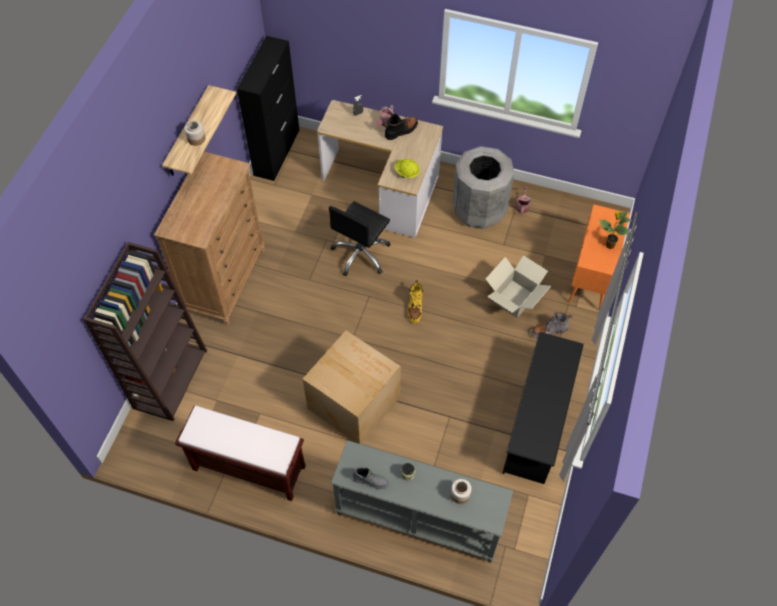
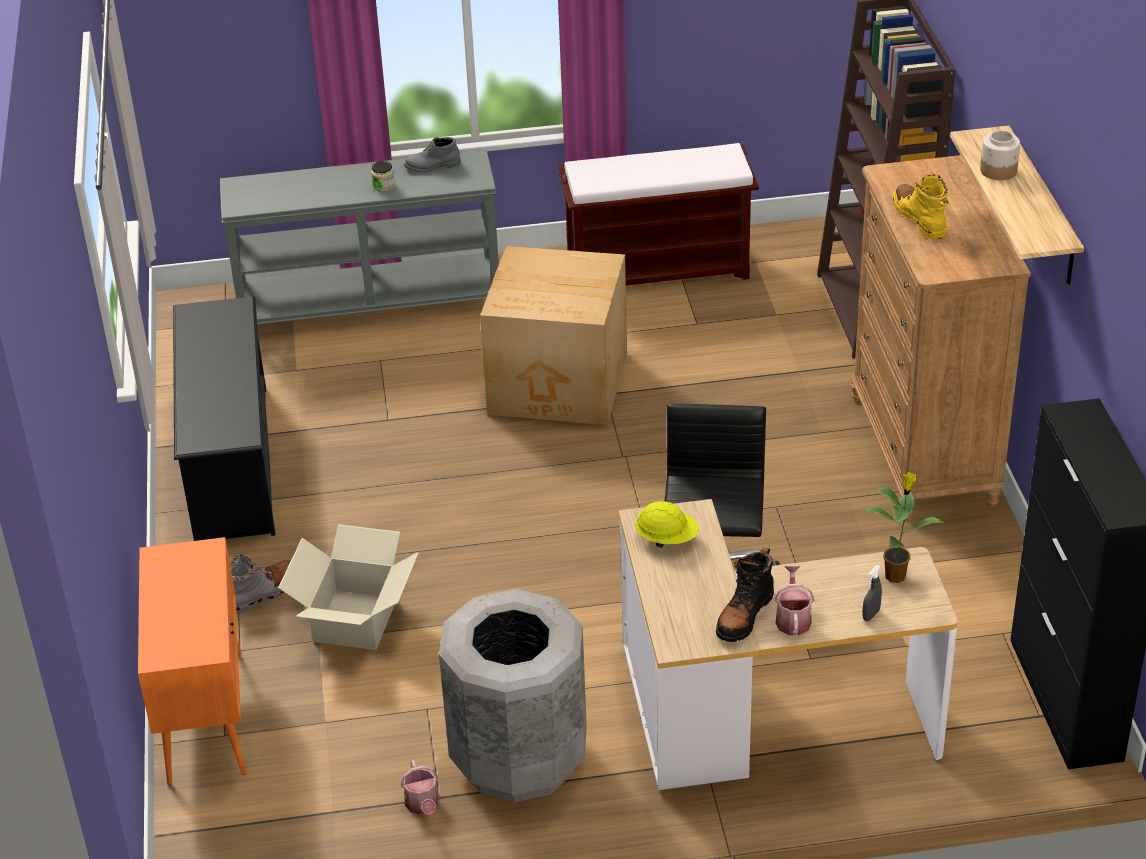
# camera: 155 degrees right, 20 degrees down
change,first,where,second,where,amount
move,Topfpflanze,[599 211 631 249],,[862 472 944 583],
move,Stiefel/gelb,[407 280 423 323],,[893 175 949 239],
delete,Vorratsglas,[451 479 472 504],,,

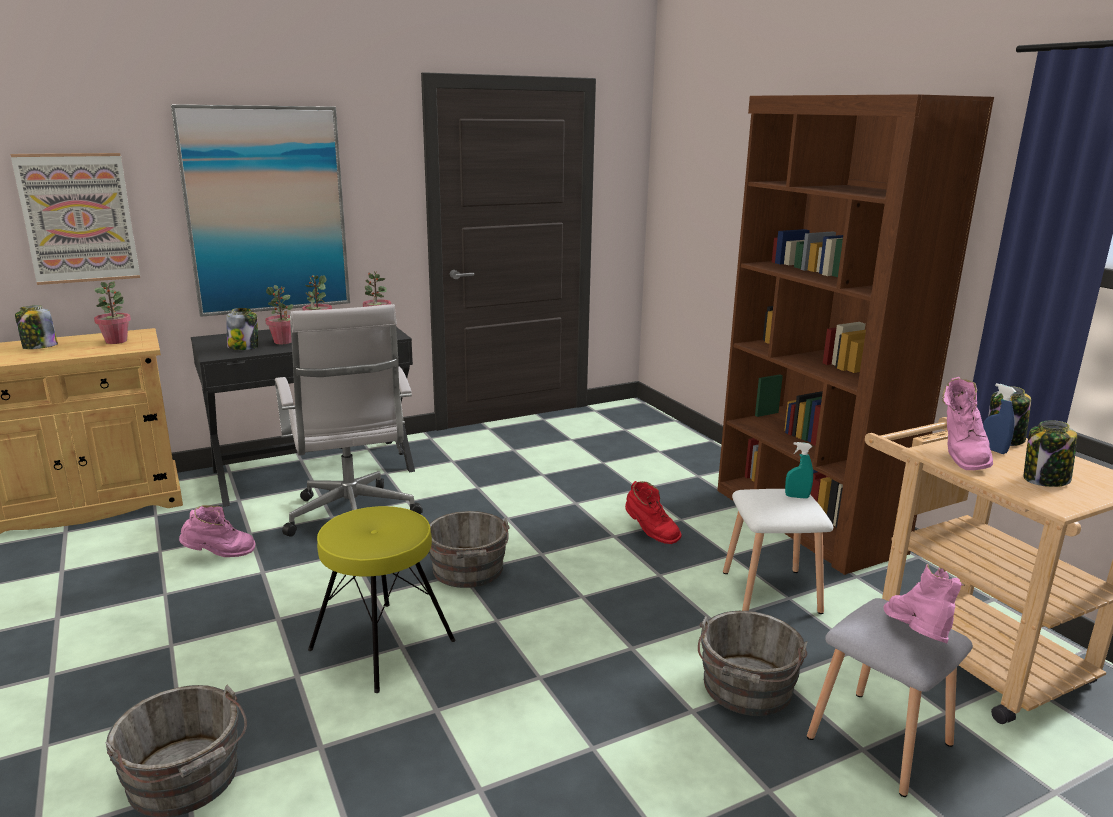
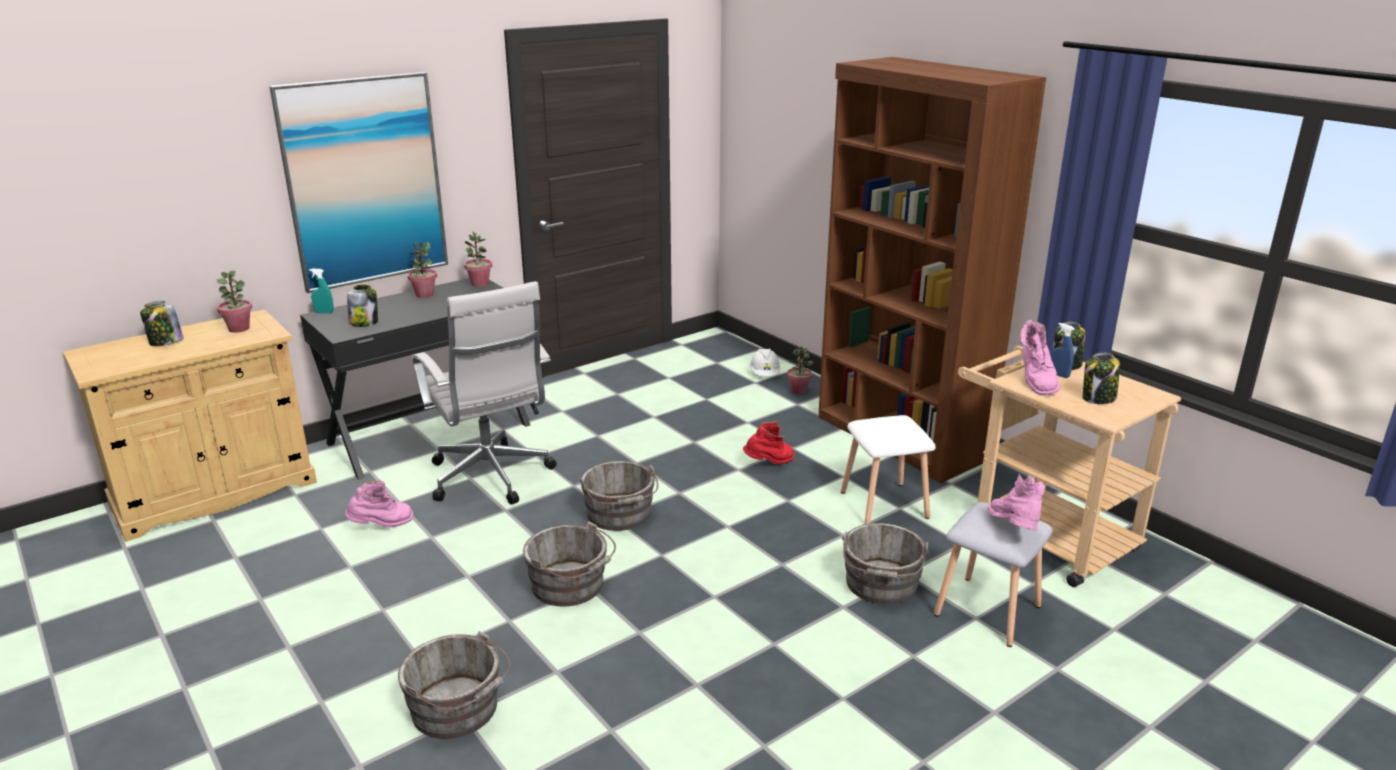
# camera: 10 degrees left, 5 degrees up
change,first,where,second,where,amount
move,Sprühflasche/türkis,[785 442 813 499],,[309 269 333 313],
replace,Hocker/gelb,[308 506 456 693],Eimer/grau,[523 521 616 607],
rotate,Stiefel/rot,[625 481 682 544],,[743 421 794 464],60 degrees counterclockwise
insert,,,Schutzhelm/weiß,[750 349 780 376],
move,Topfpflanze,[265 285 293 344],,[787 346 813 394],
delete,Bild,[10 153 140 285],,,

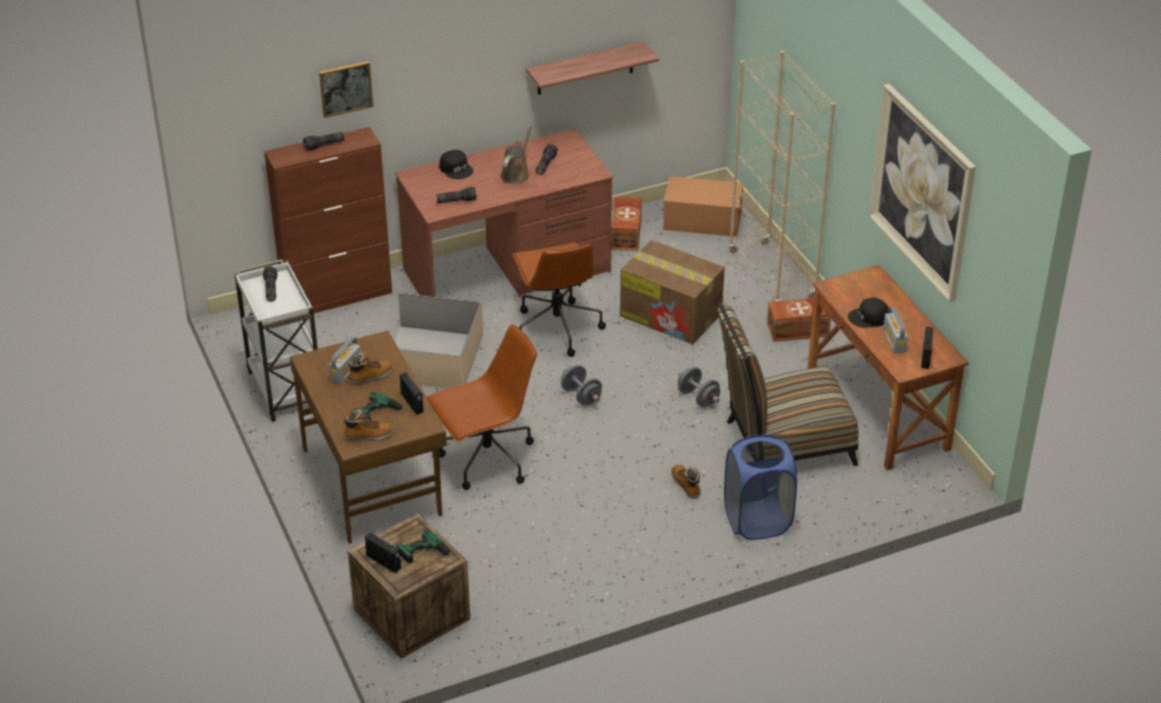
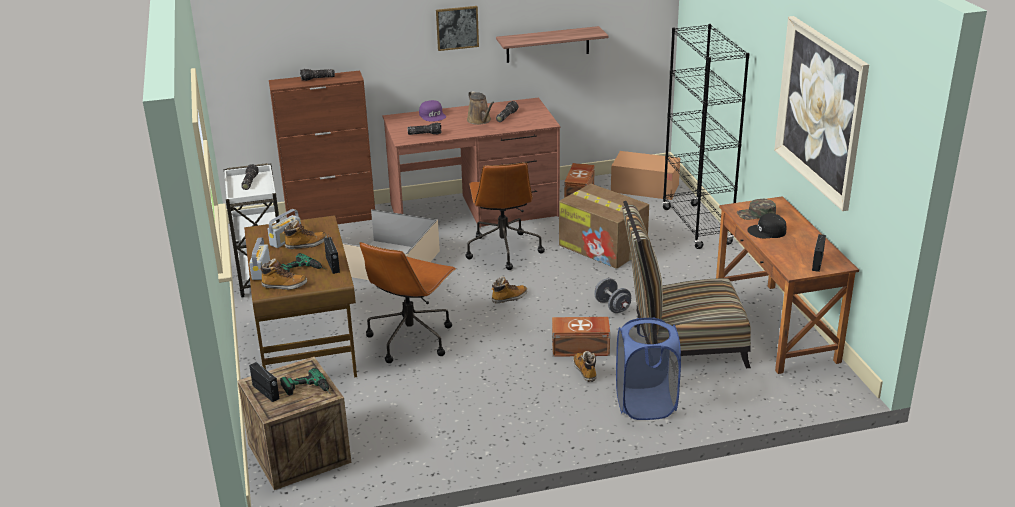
# camera: 10 degrees right, 10 degrees down
change,first,where,second,where,amount
move,Radio,[883 306 908 354],,[249 238 270 280],
rotate,Bürostuhl/braun,[427 324 537 490],,[359 242 456 363],135 degrees clockwise
recolor,Kappe/schwarz,[439 150 473 179],Kappe/lila,[419 100 446 122],
move,Bild,[319 61 373 118],,[436 6 479 51],
rotate,Gießkanne/braun,[500 123 533 184],,[467 91 494 125],120 degrees clockwise
replace,Hantel/grau,[561 365 602 405],Stiefel,[491 277 527 303],
move,Aufbewahrungsbox/braun,[767 298 831 342],,[552 317 610 357],
recolor,Bücherregal/beige,[728 51 836 301],Bücherregal/schwarz,[662 24 750 249],
insert,,,Kappe/grün,[737 198 776 220],

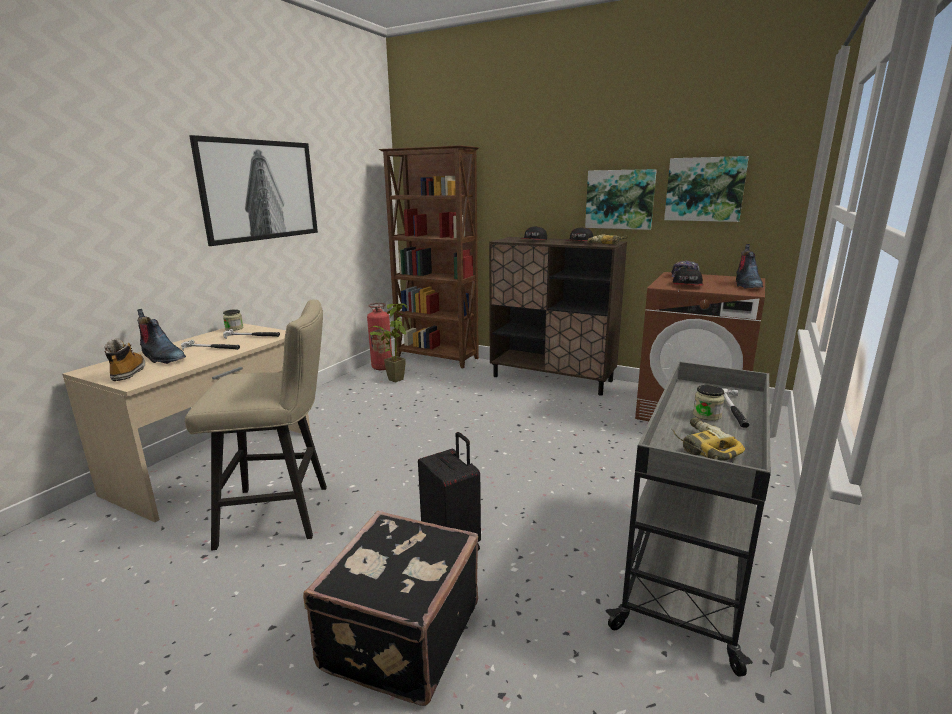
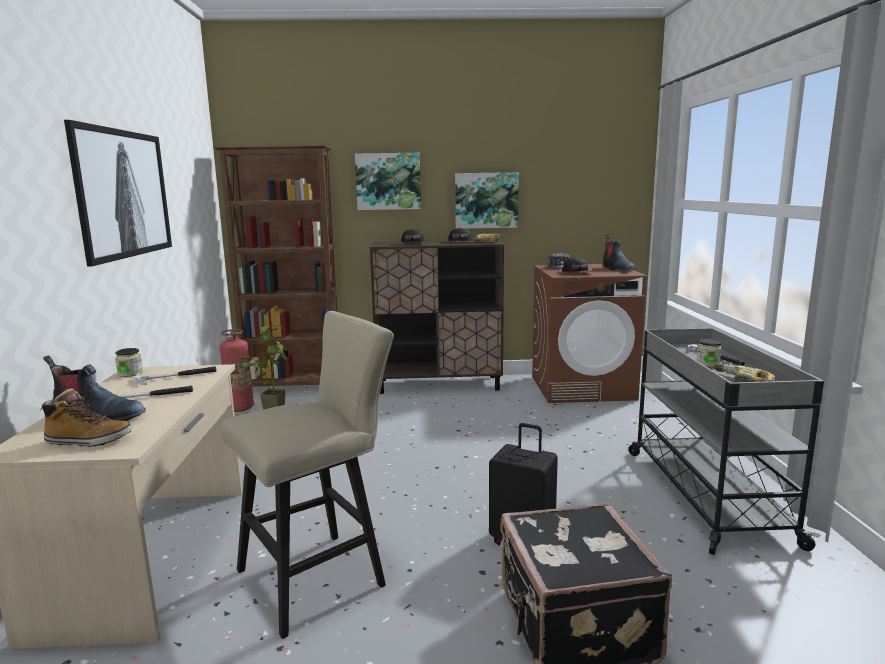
# camera: 30 degrees left, 5 degrees down
change,first,where,second,where,amount
rotate,Stiefel,[105 338 145 381],,[40 388 132 447],135 degrees clockwise
move,Bild,[664 156 749 222],,[355 153 421 210],

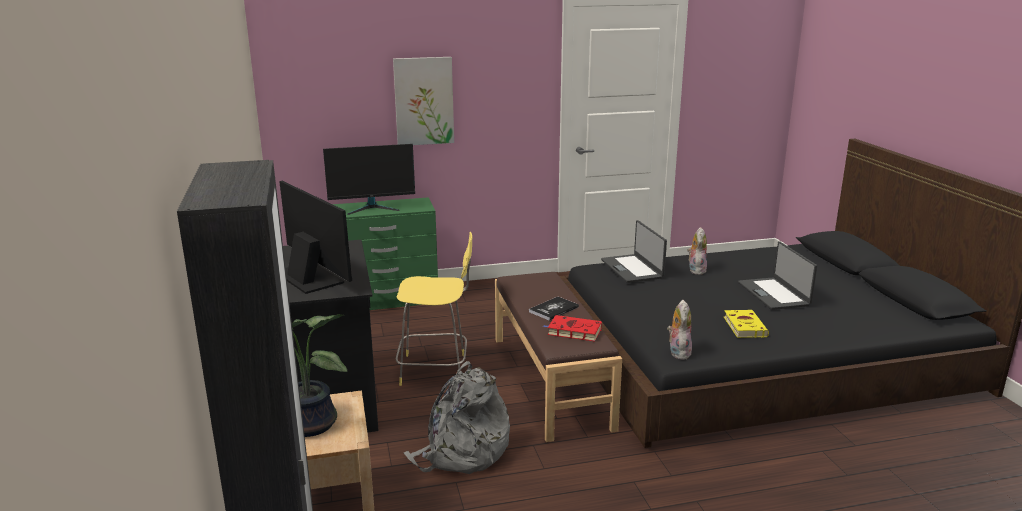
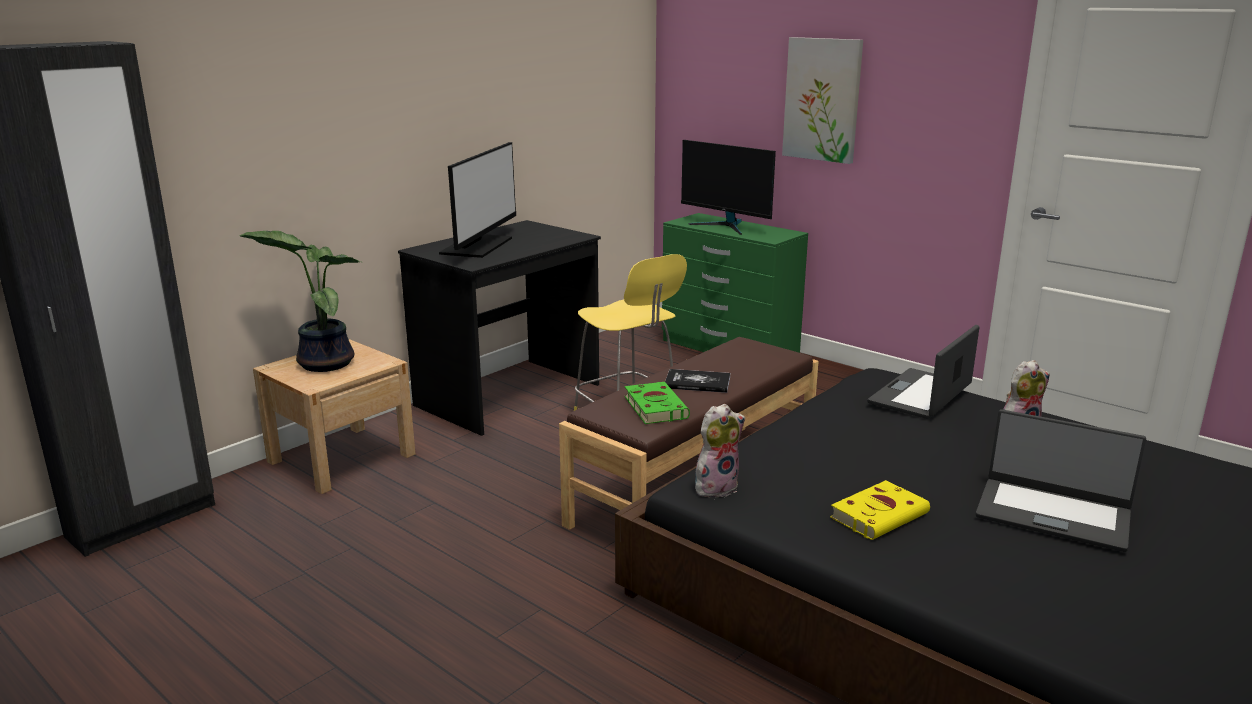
# camera: 55 degrees right, 0 degrees up
change,first,where,second,where,amount
recolor,Buch/rot,[543 315 602 342],Buch/grün,[625 382 690 424],
rotate,Laptop,[738 241 817 310],,[975 409 1146 552],105 degrees counterclockwise
delete,Rucksack/grau,[404 361 510 474],,,

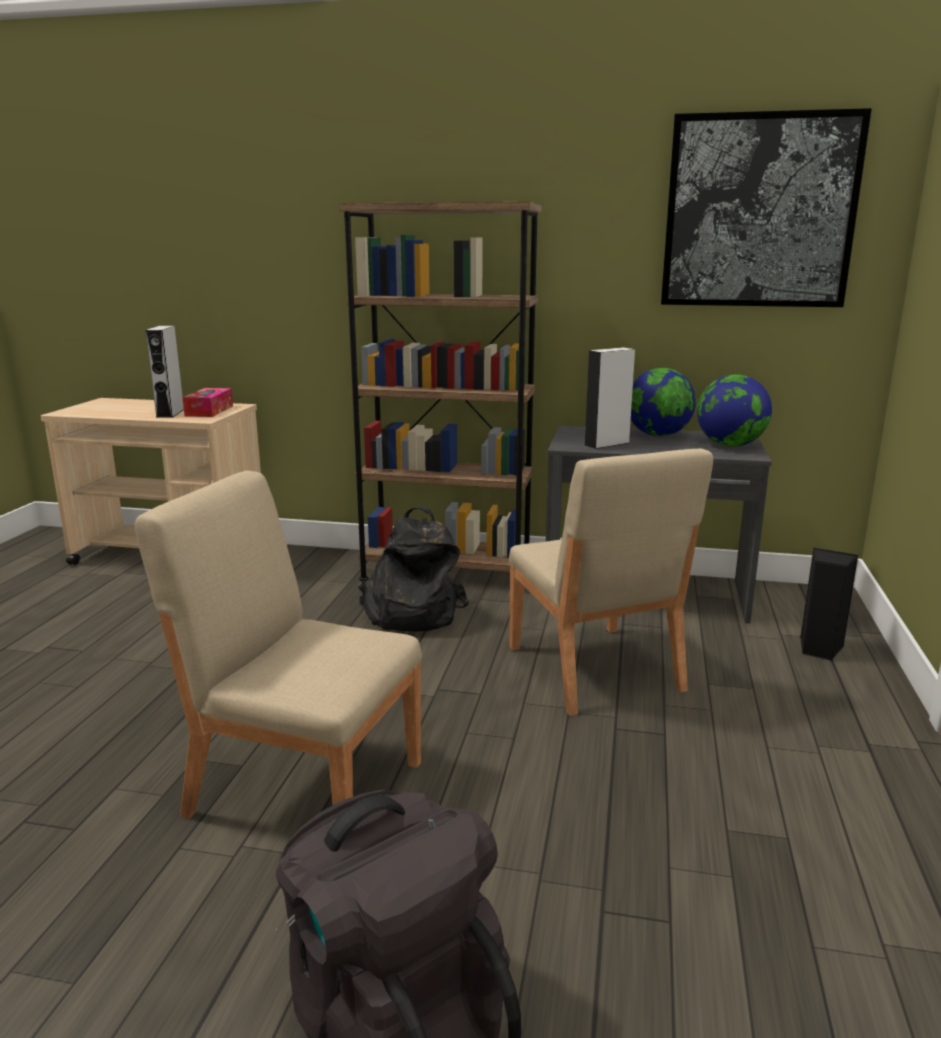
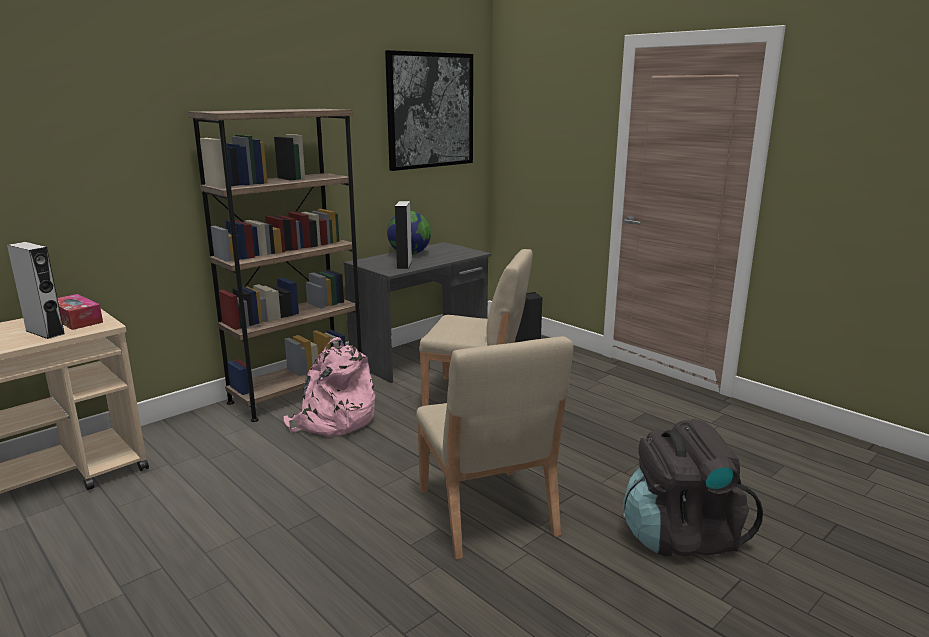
# camera: 55 degrees left, 0 degrees up
change,first,where,second,where,amount
recolor,Rucksack/schwarz,[358 506 469 632],Rucksack/rosa,[283 337 375 437],
rotate,Stuhl/beige,[135 471 422 819],,[416 336 573 560],75 degrees counterclockwise
delete,Globus,[697 375 772 447],,,

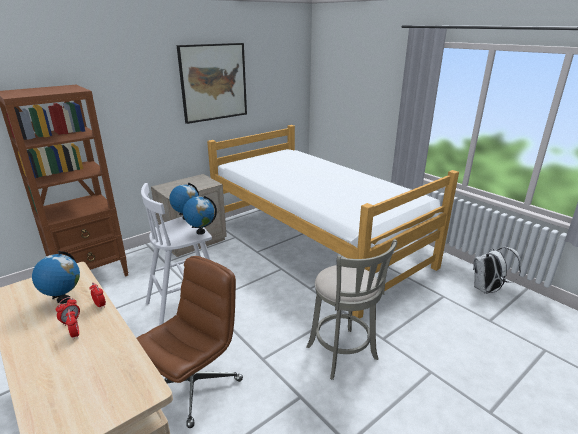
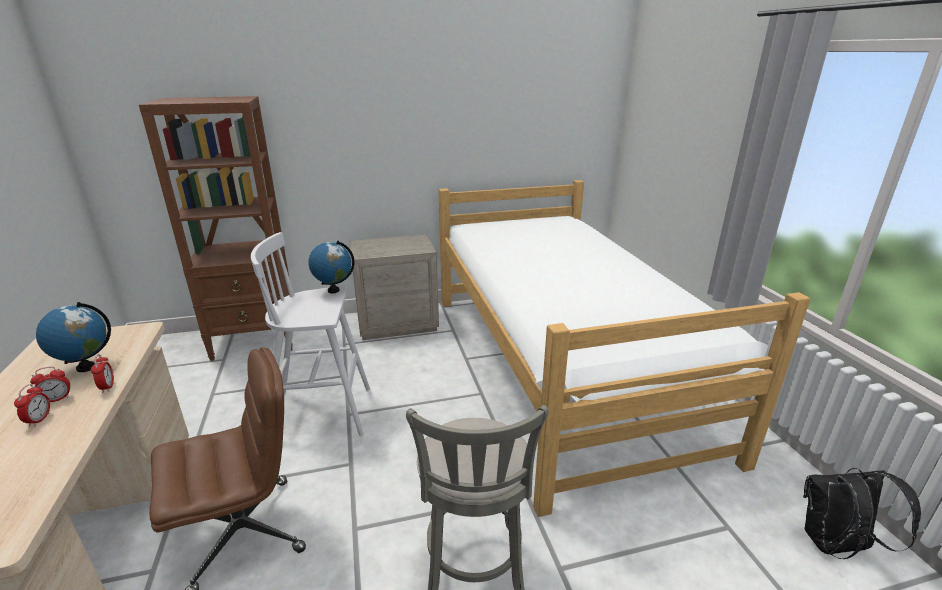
# camera: 25 degrees right, 0 degrees up
change,first,where,second,where,amount
recolor,Rucksack/weiß,[473 247 521 294],Rucksack/schwarz,[803 468 921 559],
delete,Bild,[177 43 247 124],,,
delete,Globus,[183 196 217 235],,,

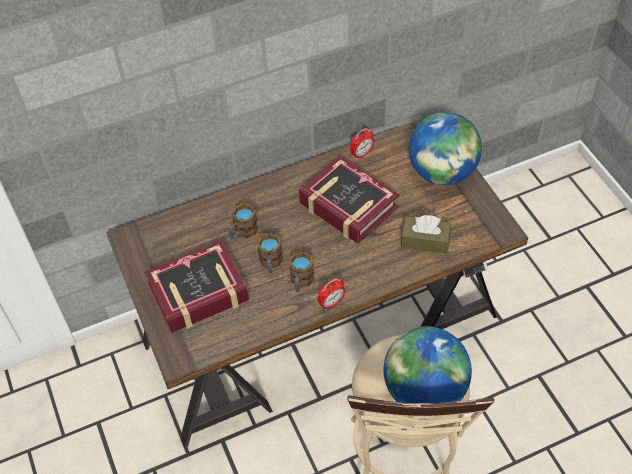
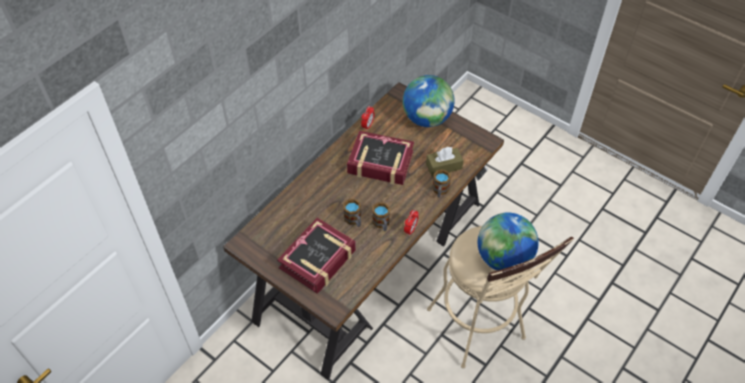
# camera: 30 degrees left, 0 degrees up
change,first,where,second,where,amount
move,Henkelbecher,[228 203 258 239],,[432 169 451 198],

